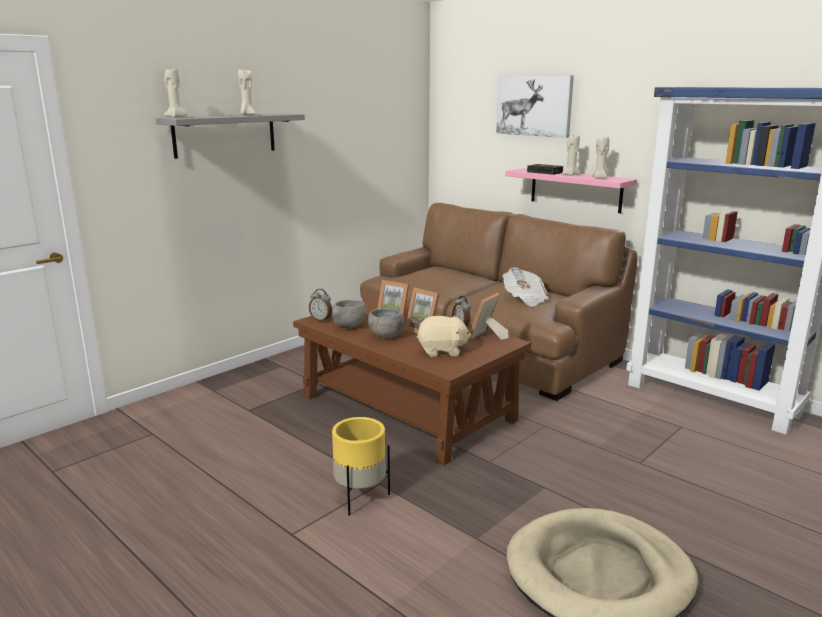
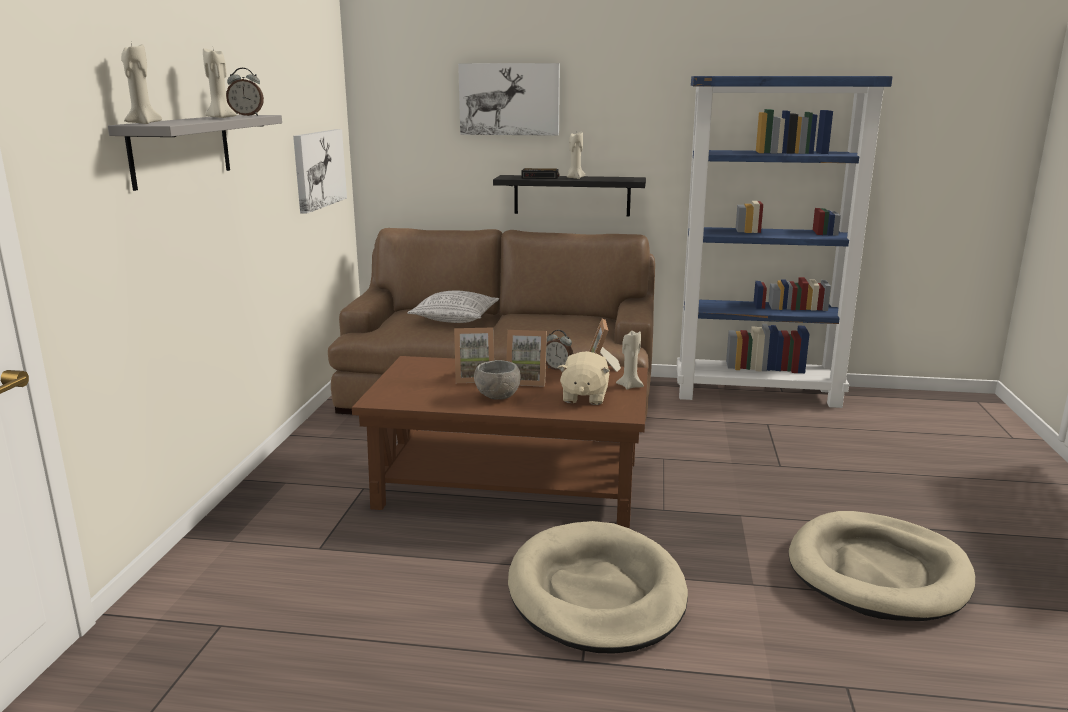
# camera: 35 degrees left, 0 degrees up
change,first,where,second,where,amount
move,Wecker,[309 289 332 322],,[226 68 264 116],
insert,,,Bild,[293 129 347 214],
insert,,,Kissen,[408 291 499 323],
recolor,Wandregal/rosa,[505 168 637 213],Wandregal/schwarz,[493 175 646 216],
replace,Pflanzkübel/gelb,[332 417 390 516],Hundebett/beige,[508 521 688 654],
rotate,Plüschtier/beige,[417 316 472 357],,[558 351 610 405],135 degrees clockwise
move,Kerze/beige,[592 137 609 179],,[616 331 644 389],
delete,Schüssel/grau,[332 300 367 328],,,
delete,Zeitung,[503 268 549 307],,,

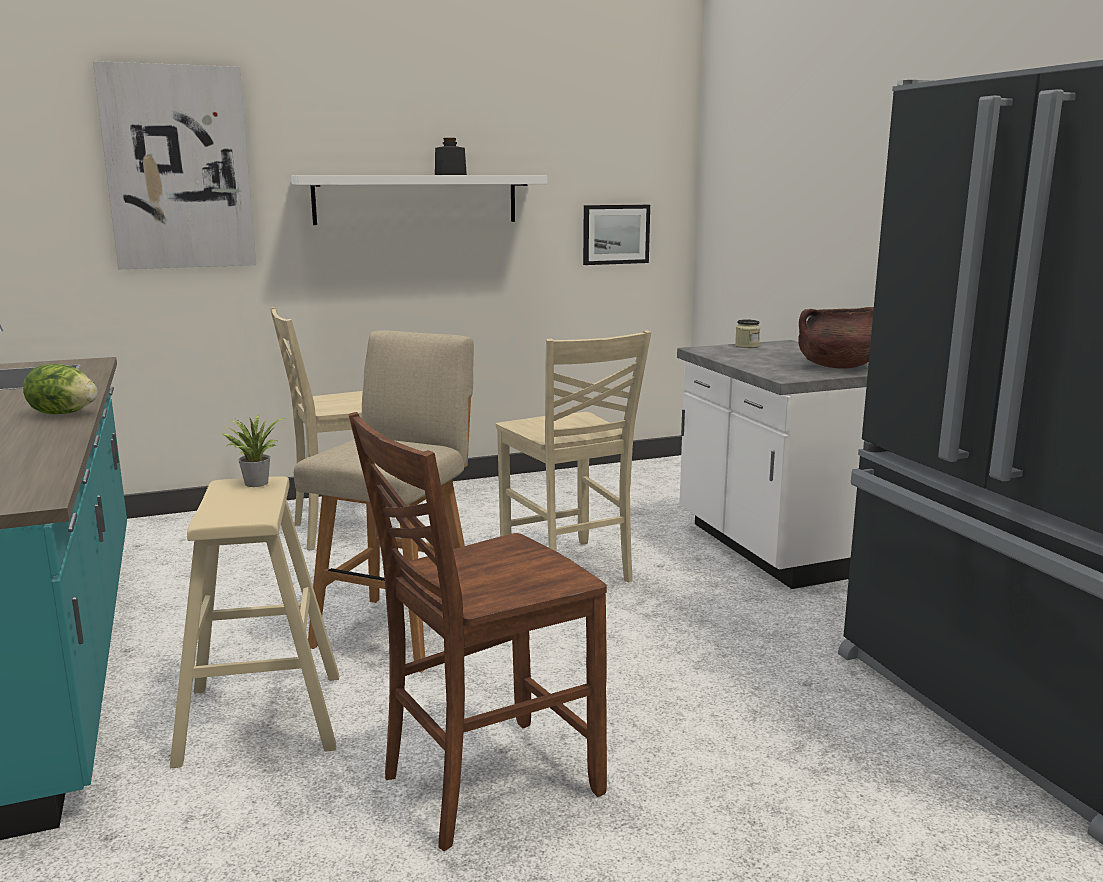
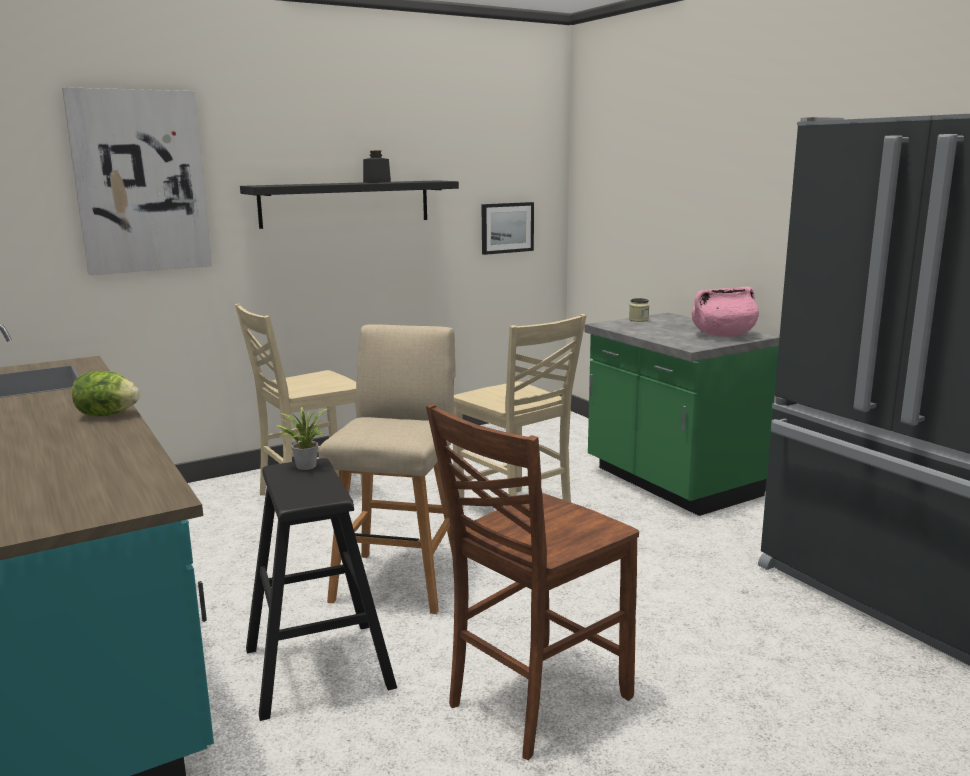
# camera: 10 degrees left, 0 degrees up
change,first,where,second,where,amount
recolor,Wandregal/weiß,[291 175 547 225],Wandregal/schwarz,[240 180 459 229],
recolor,Hocker/beige,[170 476 339 768],Hocker/schwarz,[246 458 397 721],
recolor,Küchenzeile/weiß,[677 340 869 589],Küchenzeile/grün,[585 313 779 516],
recolor,Kochtopf/braun,[798 307 874 369],Kochtopf/rosa,[692 287 759 337],

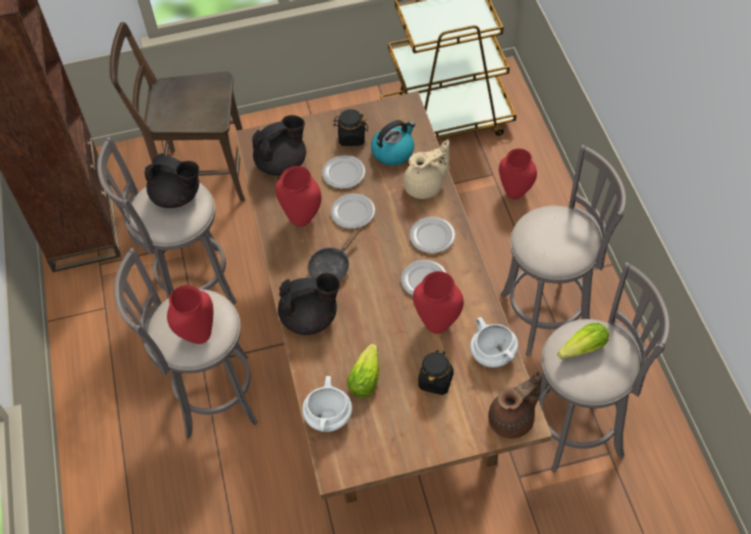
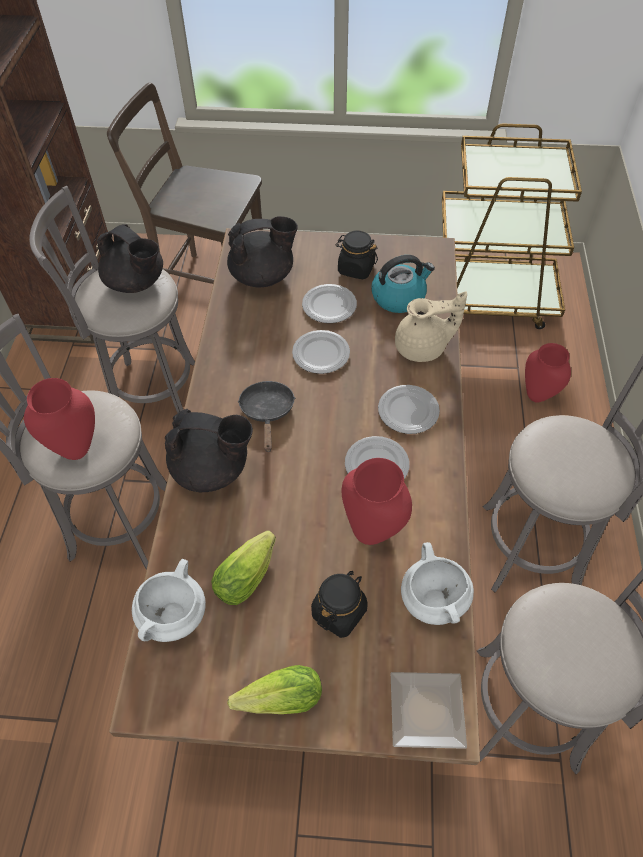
# camera: 15 degrees right, 0 degrees up
change,first,where,second,where,amount
move,Salatkopf,[557 323 609 359],,[227 665 322 714],
rotate,Pfanne/schwarz,[308 227 361 281],,[238 381 295 452],120 degrees clockwise
replace,Teekanne/braun,[488 371 542 439],Teller,[391 672 467 749],
delete,Vase/rot,[275 166 322 227],,,

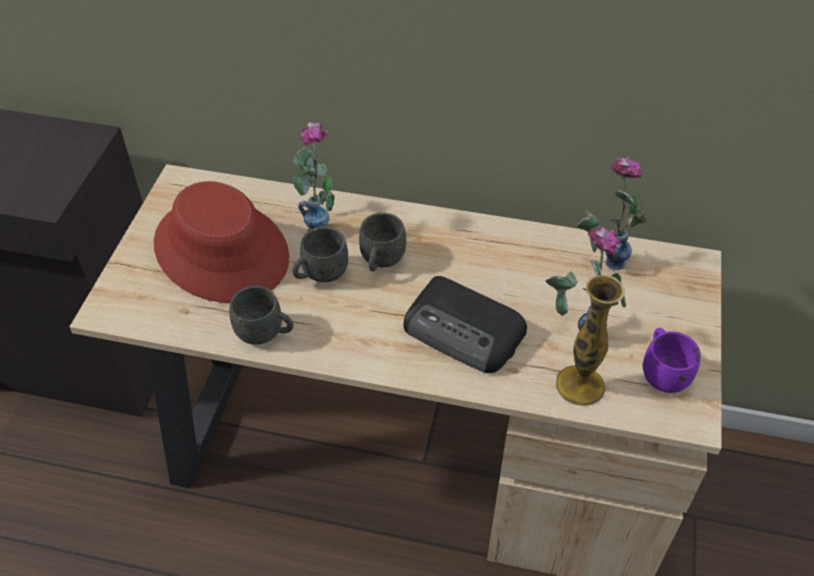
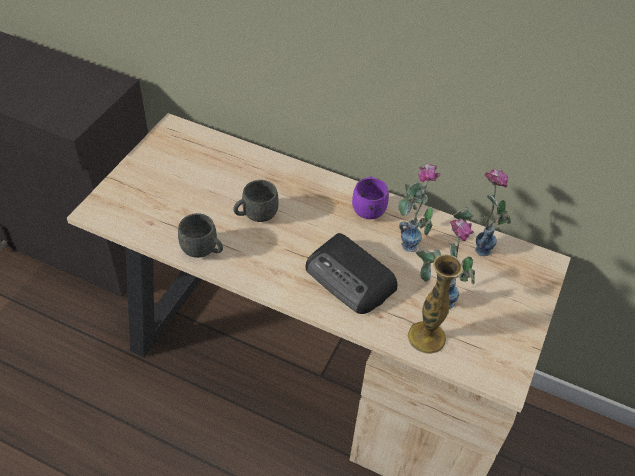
# camera: 10 degrees right, 0 degrees up
change,first,where,second,where,amount
move,Henkelbecher/lila,[643 328 701 393],,[352 176 389 219],
move,Vase,[293 122 335 231],,[398 164 441 252],
delete,Hut/rot,[154 181 289 303],,,
delete,Henkelbecher/grau,[359 213 406 272],,,

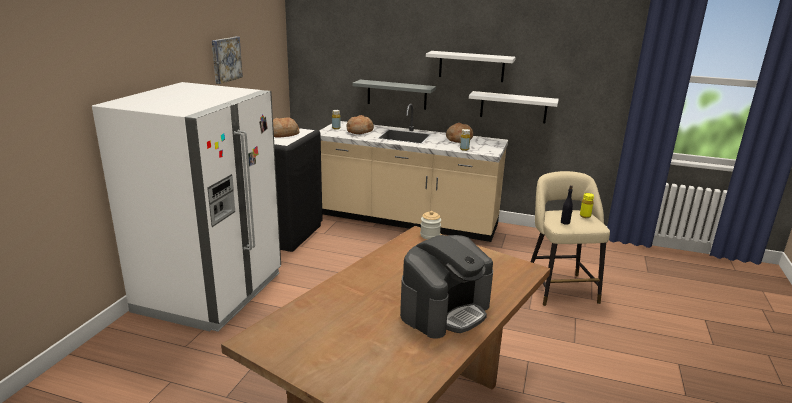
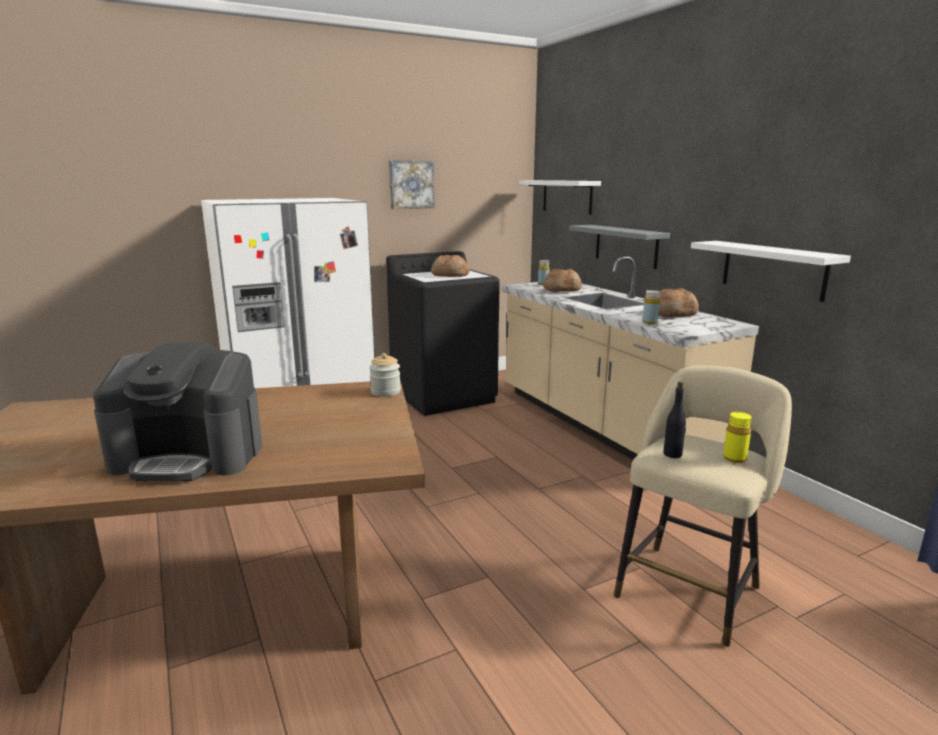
# camera: 45 degrees right, 5 degrees down
change,first,where,second,where,amount
move,Wandregal/weiß,[426 51 516 82],,[518 180 601 215],

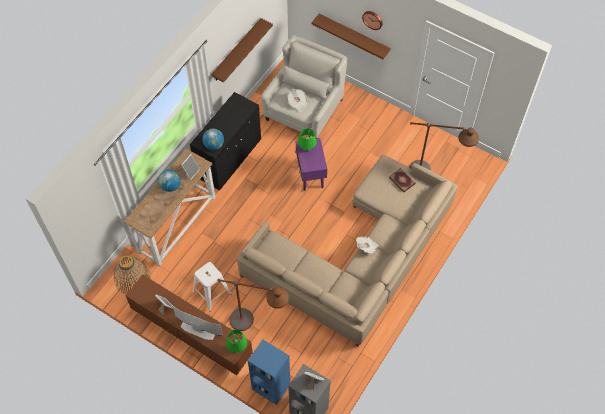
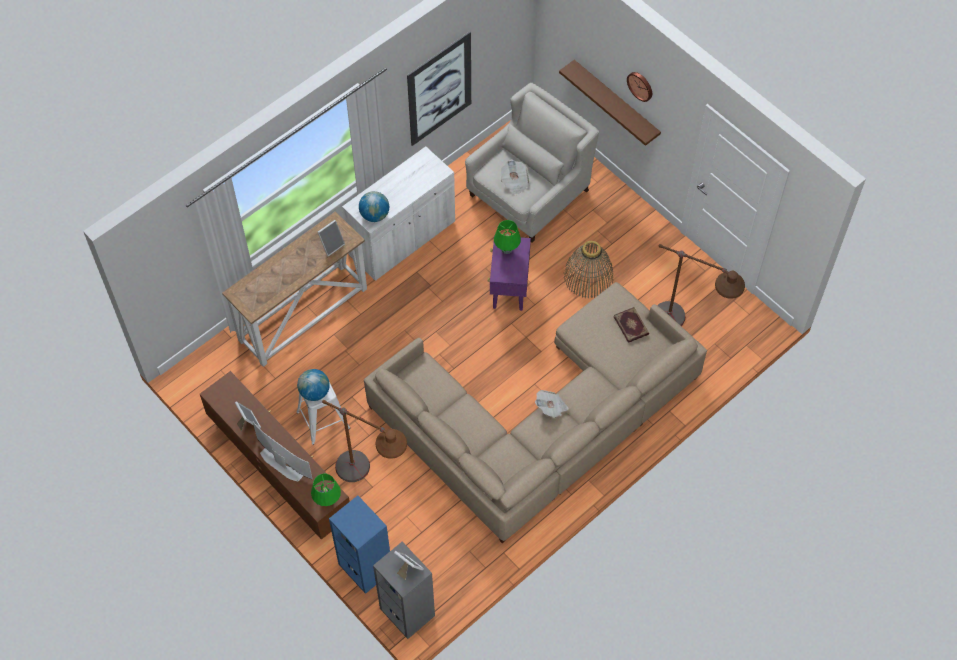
# camera: 15 degrees right, 0 degrees up
change,first,where,second,where,amount
move,Globus,[158 170 181 192],,[297 369 330 401],
recolor,Schrank/schwarz,[190 92 261 191],Schrank/weiß,[342 146 455 281],
replace,Wandregal/braun,[211 18 273 82],Bild,[407 31 471 146],
move,Korb,[114 255 151 294],,[564 241 614 298],

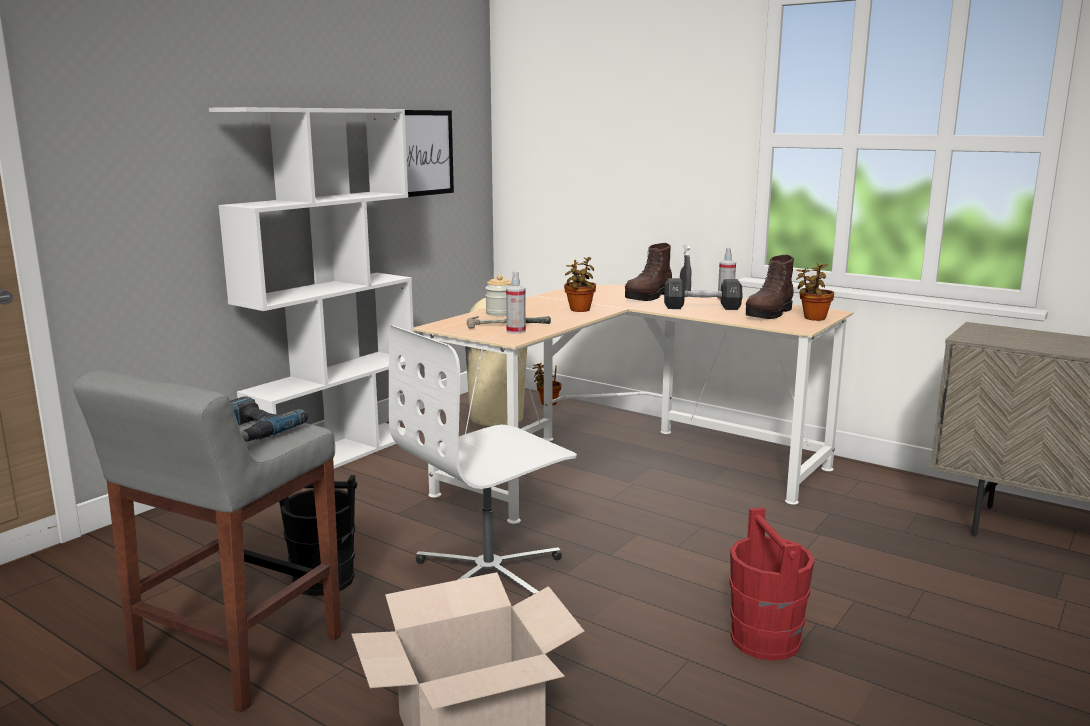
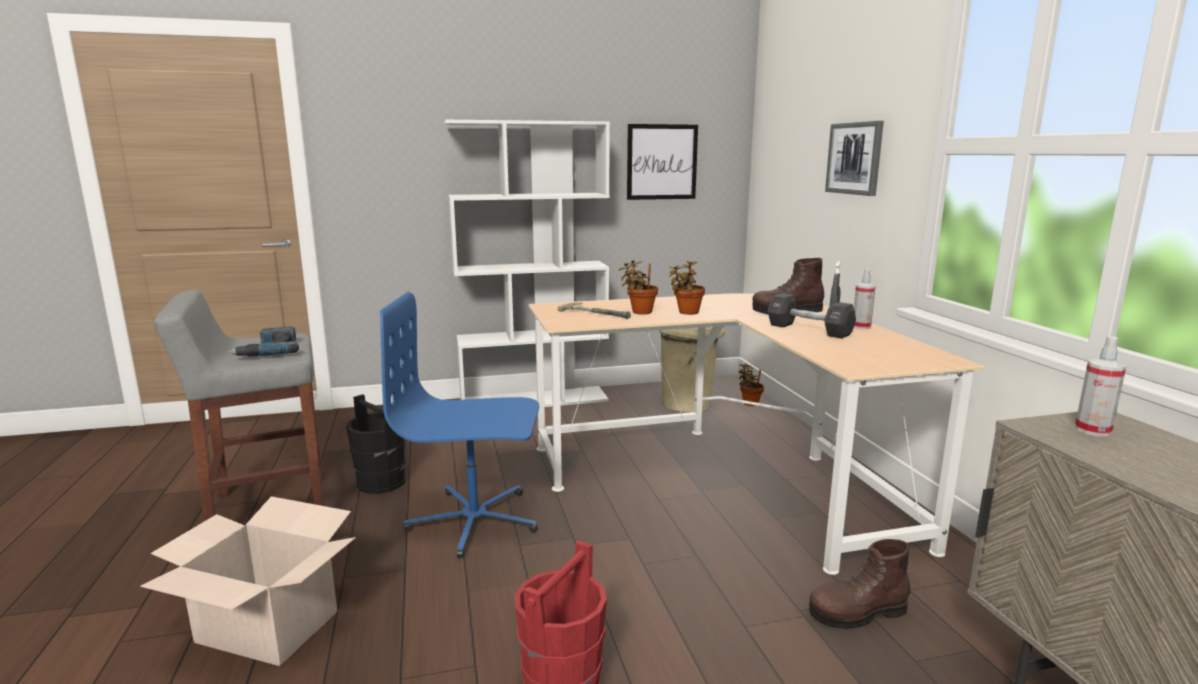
# camera: 40 degrees right, 0 degrees up
change,first,where,second,where,amount
recolor,Bürostuhl/weiß,[389 325 577 597],Bürostuhl/blau,[380 292 539 558],
move,Topfpflanze,[796 263 834 321],,[619 260 658 314],
move,Stiefel/braun,[746 255 794 319],,[809 539 910 629],
insert,,,Bild,[825 121 884 196],
move,Sprühflasche,[506 271 526 334],,[1075 337 1127 437],
delete,Vorratsglas,[485 275 512 316],,,

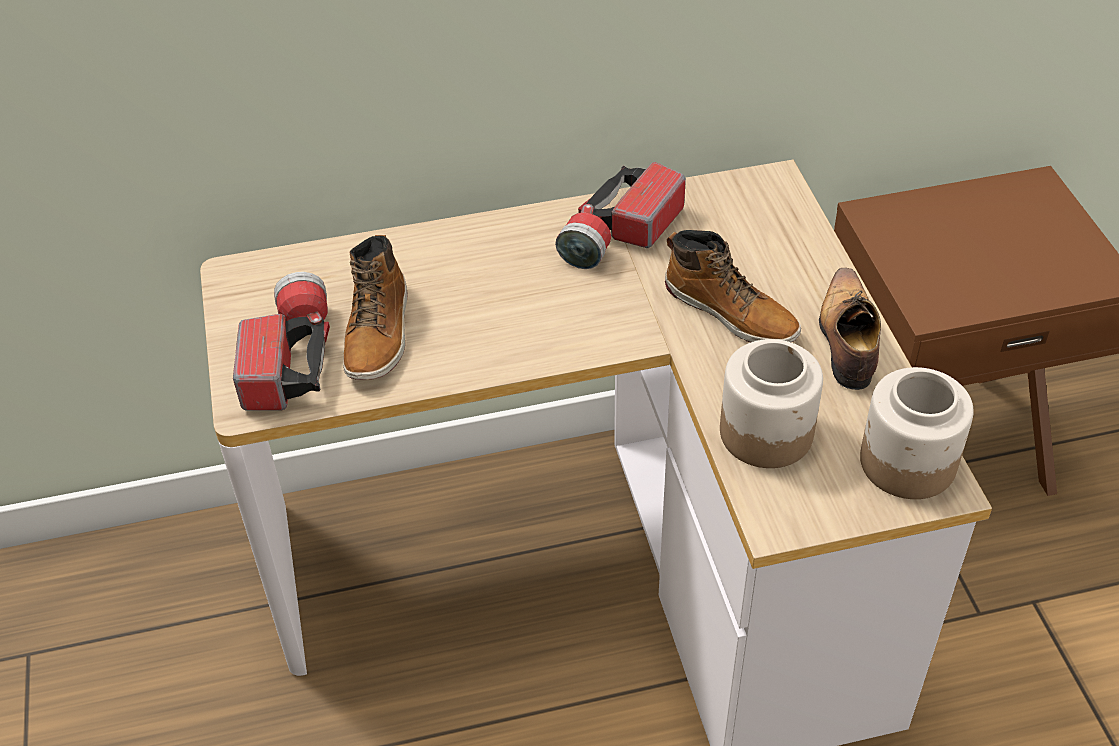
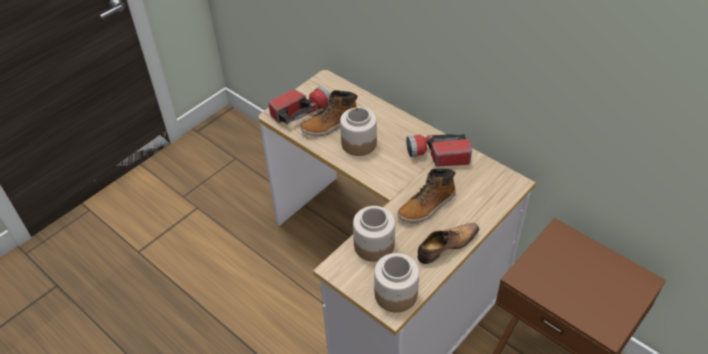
# camera: 55 degrees right, 0 degrees up
change,first,where,second,where,amount
insert,,,Vorratsglas,[340 107 377 156],
rotate,Stiefel,[665 230 801 342],,[397 168 456 223],45 degrees clockwise

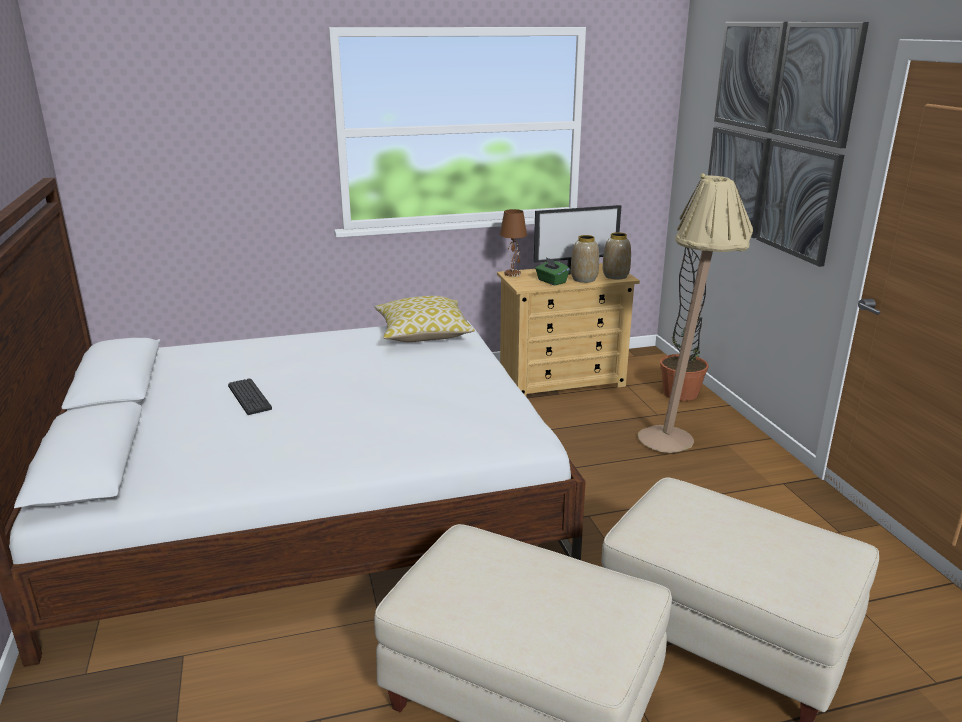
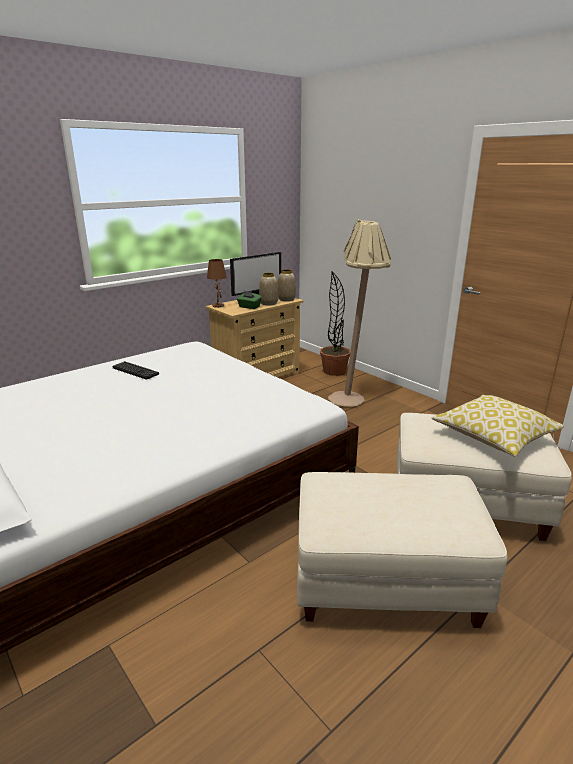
# camera: 25 degrees left, 0 degrees up
change,first,where,second,where,amount
move,Tastatur,[228 378 272 415],,[112 361 159 380],
move,Kissen,[375 296 475 342],,[431 395 564 457],
delete,Bild,[708 22 869 267],,,

